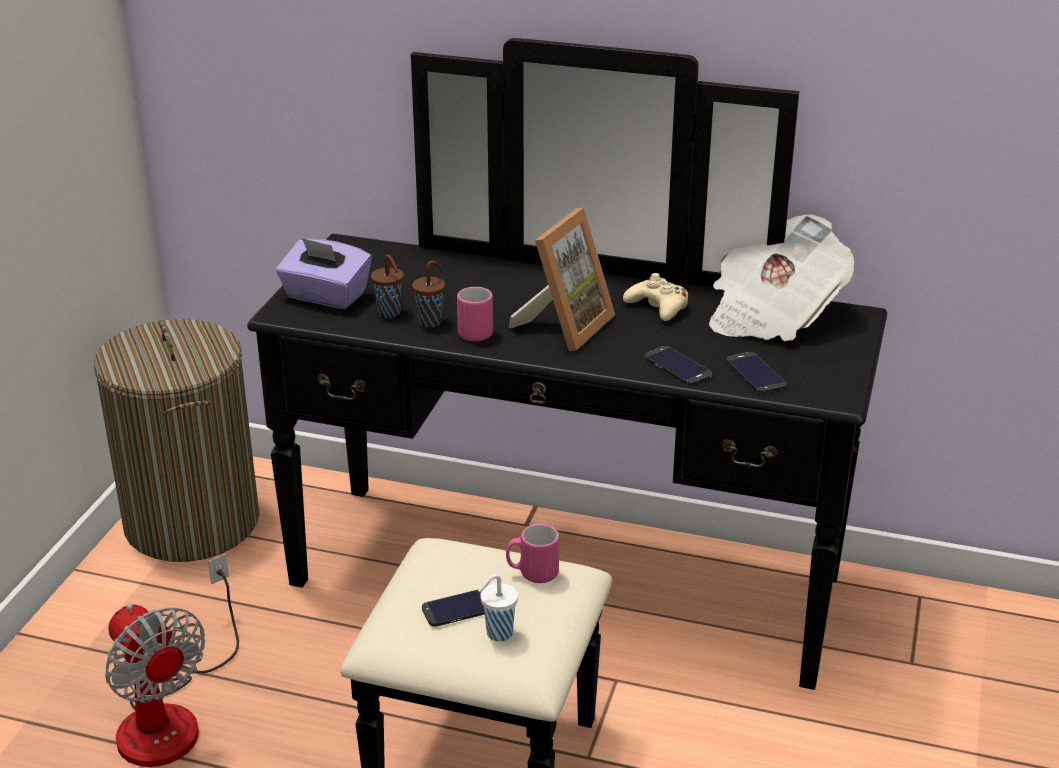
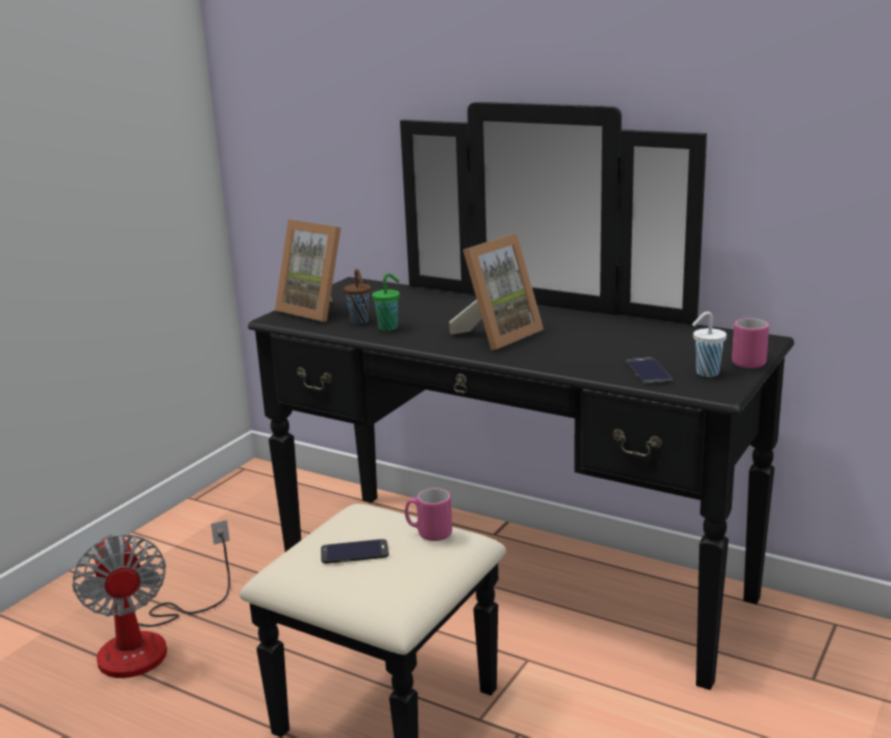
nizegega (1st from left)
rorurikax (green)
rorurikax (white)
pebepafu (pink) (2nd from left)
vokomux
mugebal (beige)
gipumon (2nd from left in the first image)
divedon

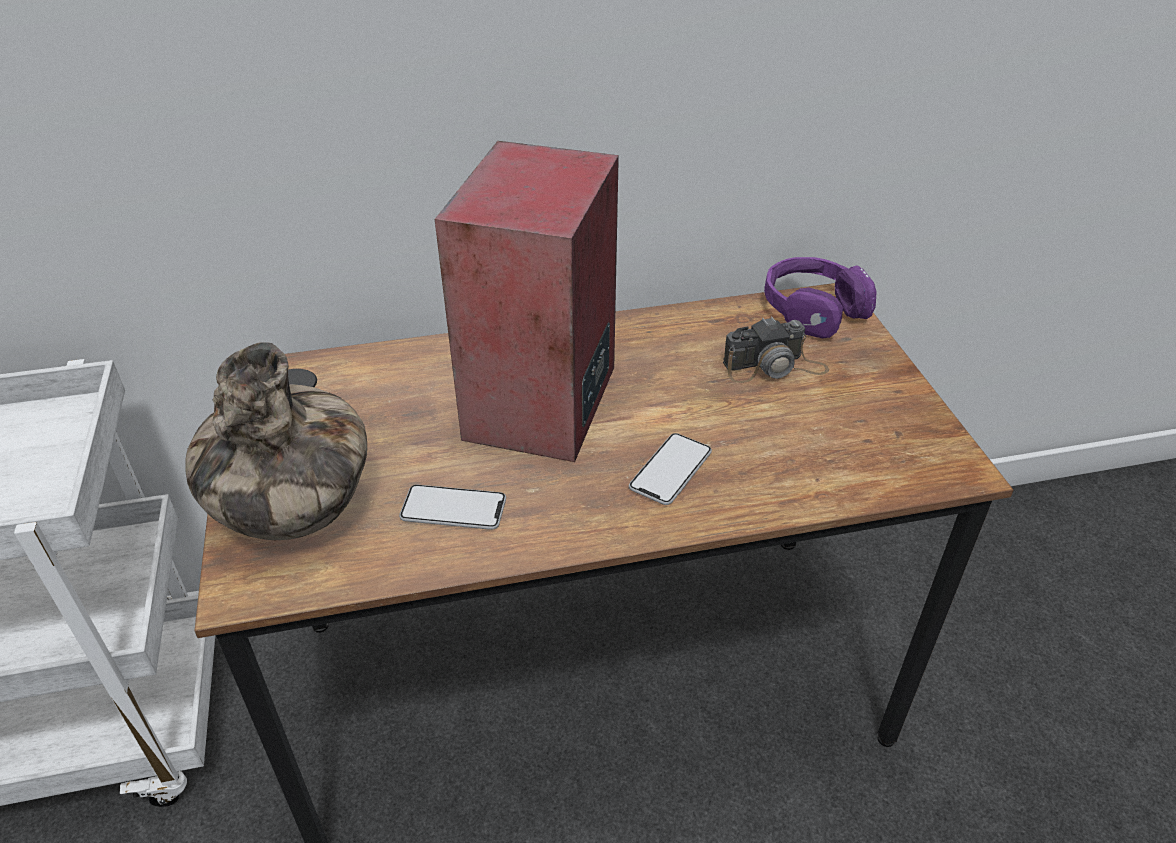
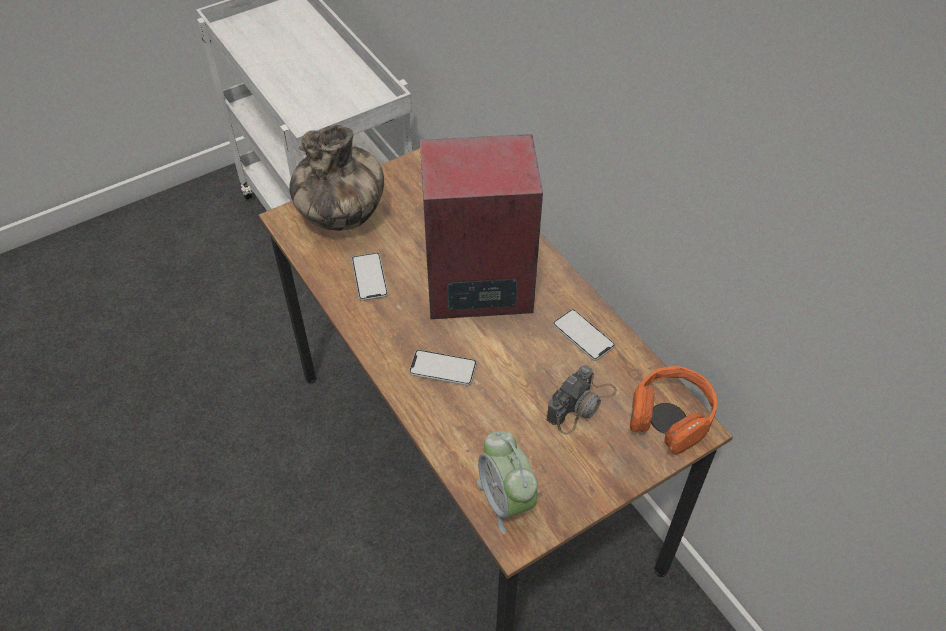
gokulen
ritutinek
gipumon (3rd from left)
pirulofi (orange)

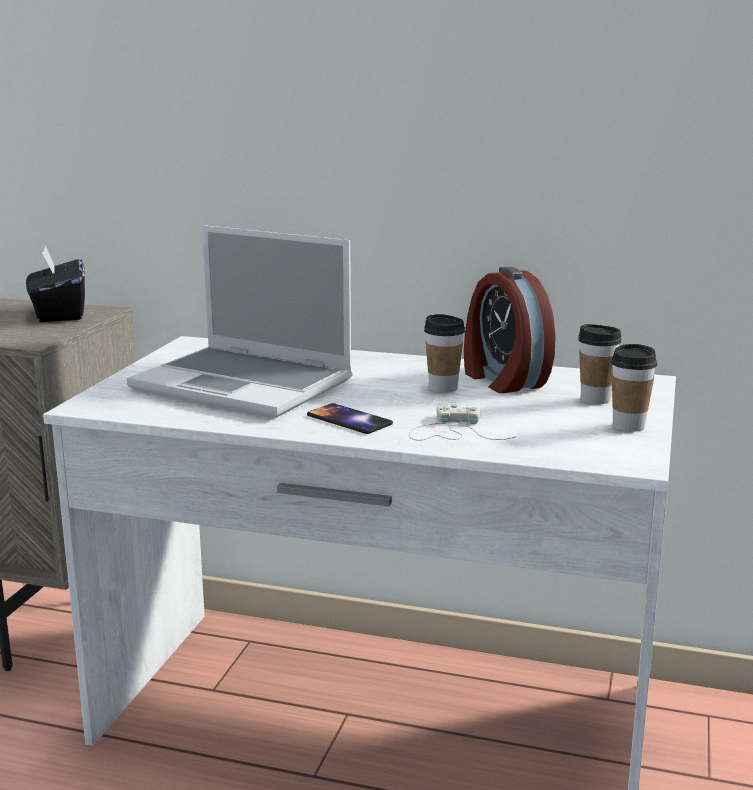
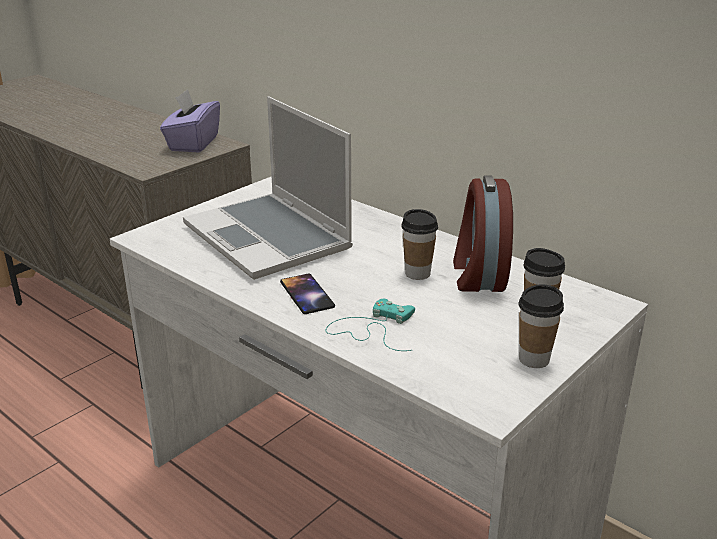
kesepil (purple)
mugebal (turquoise)

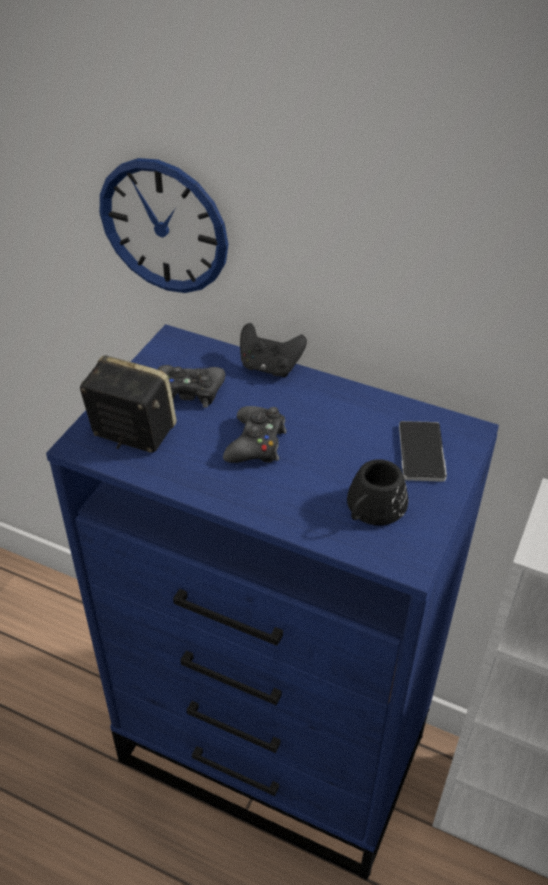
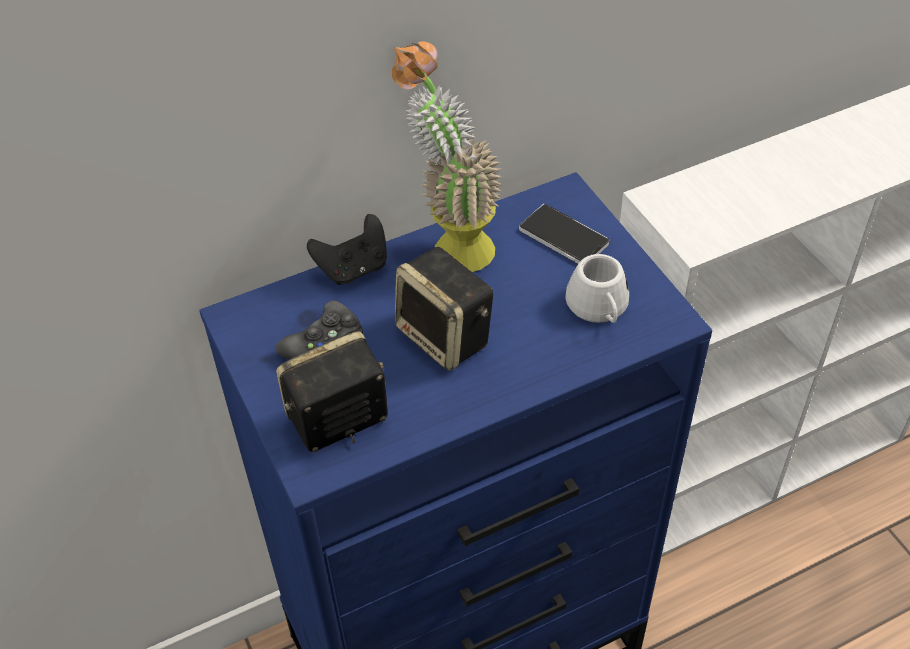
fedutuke
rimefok (2nd from left)
pebepafu (white)
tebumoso

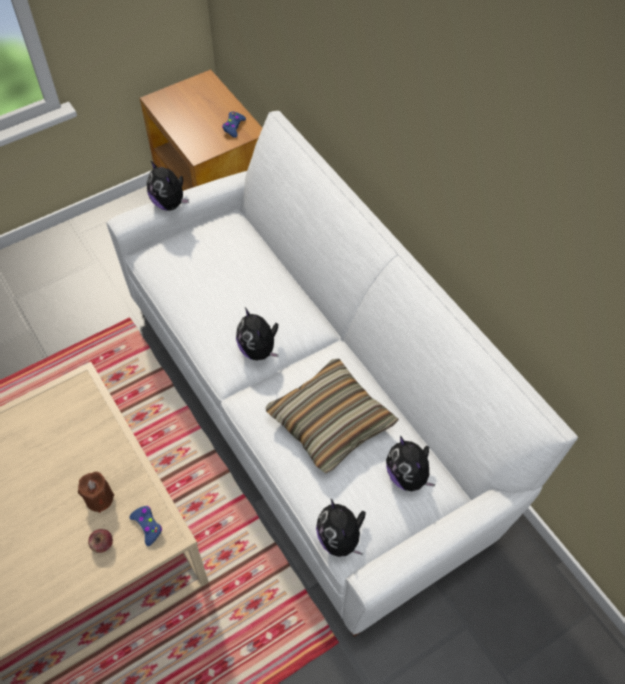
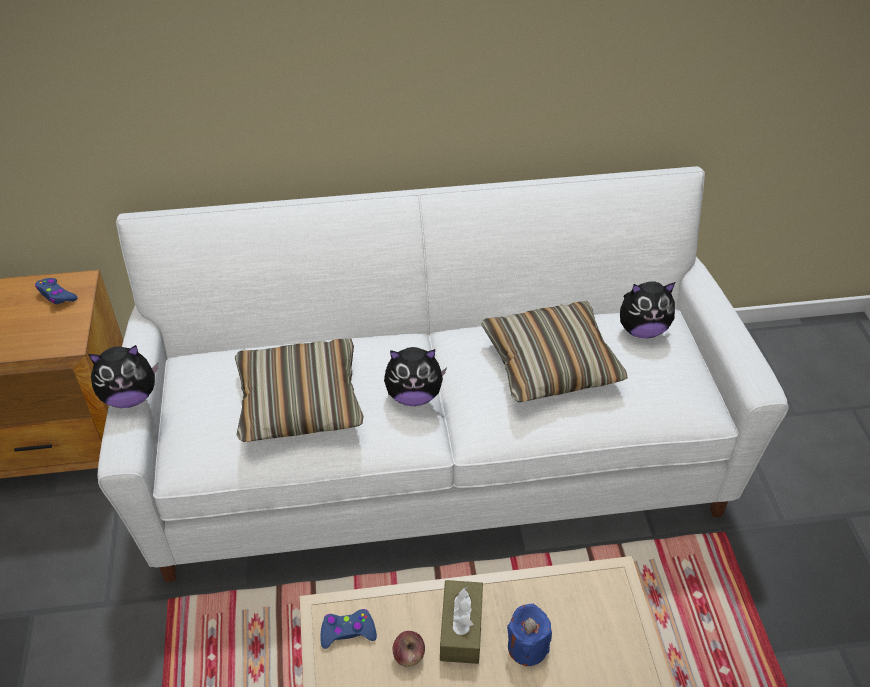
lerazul (1st from left)
mugebal (blue) (2nd from left)
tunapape
kesepil (brown)
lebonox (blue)
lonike (3rd from left in the first image)

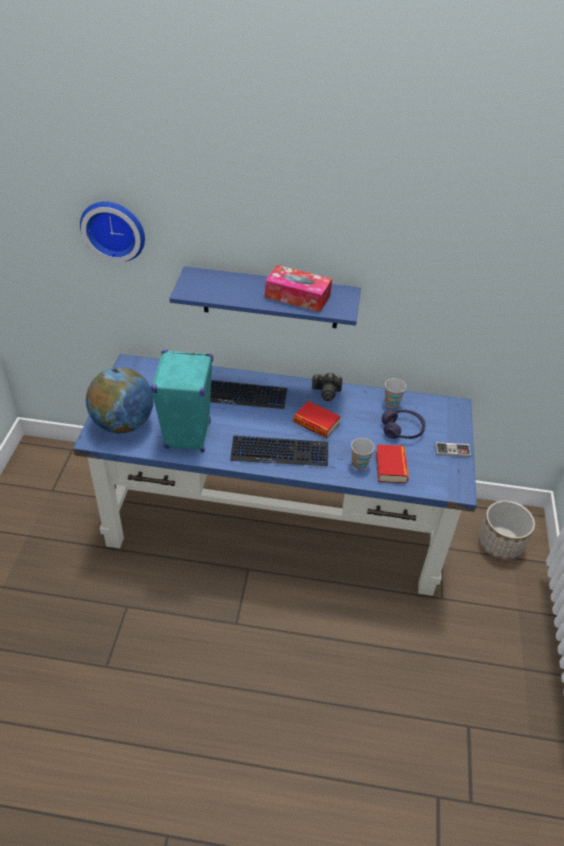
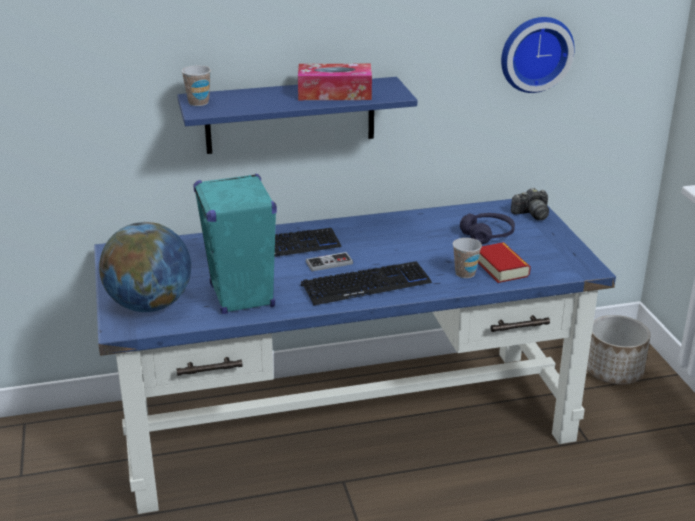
rorurikax (1st from left)
mugebal
tebumoso
ritutinek
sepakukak (1st from left in the first image)

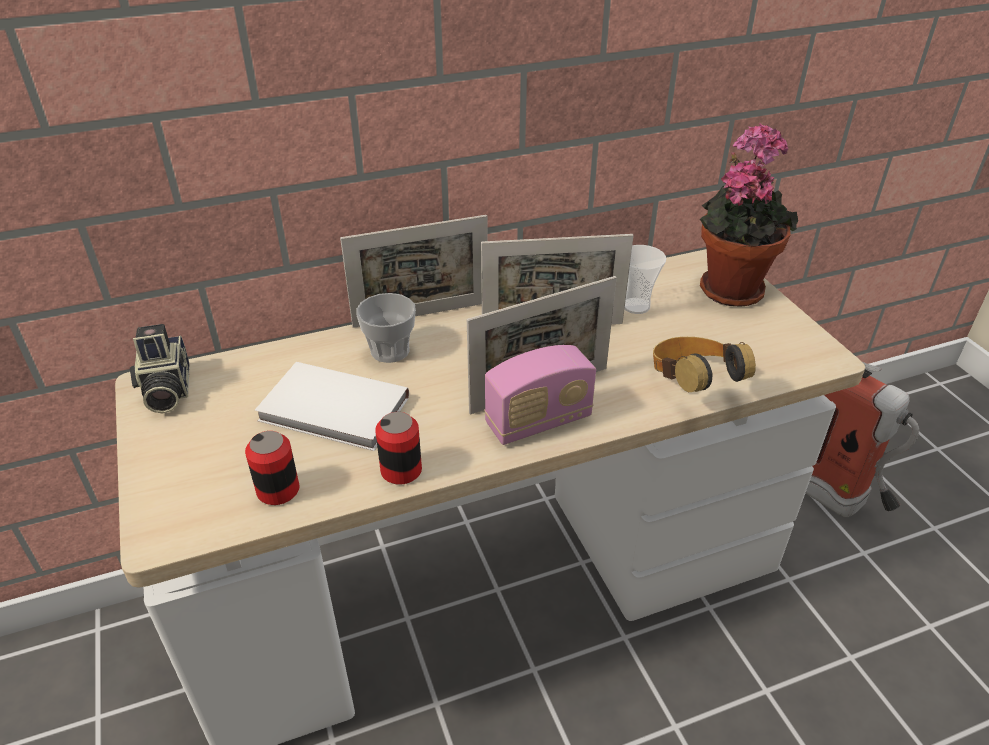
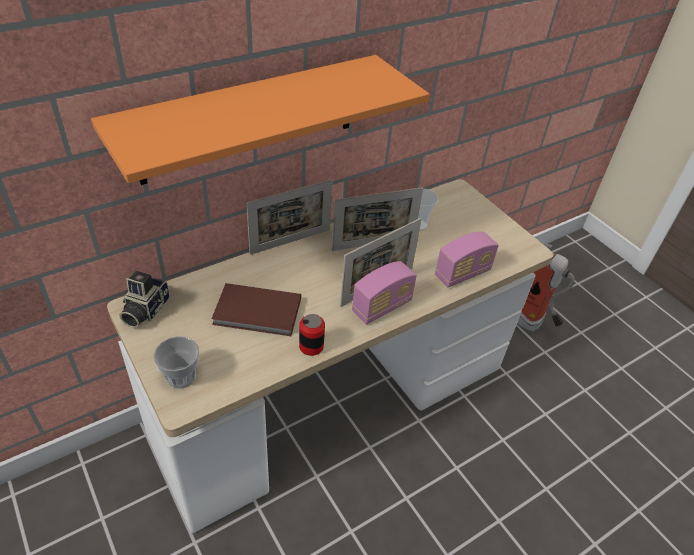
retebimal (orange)
ritutinek
rorurikax (1st from left)
sepakukak (brown)
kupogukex (2nd from left)
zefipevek (1st from left in the first image)
fedutuke

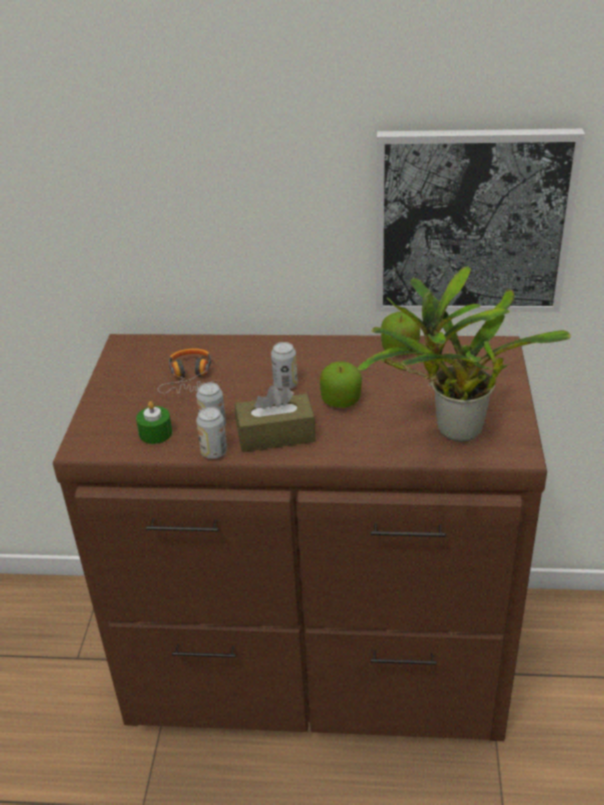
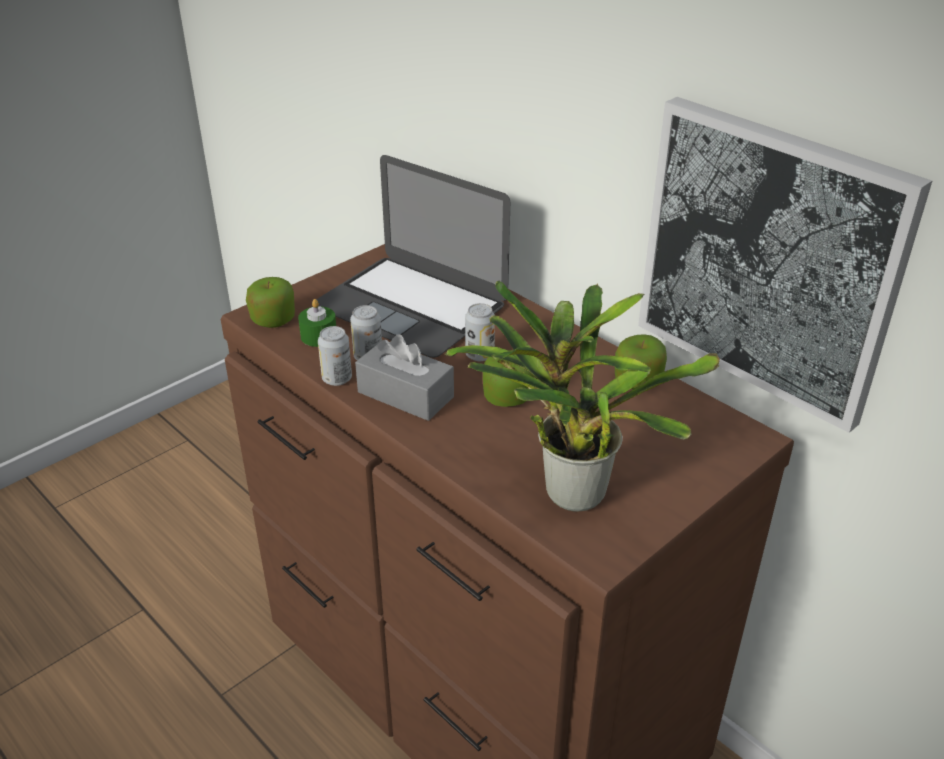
tunapape (1st from left)
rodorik
kesepil (grey)

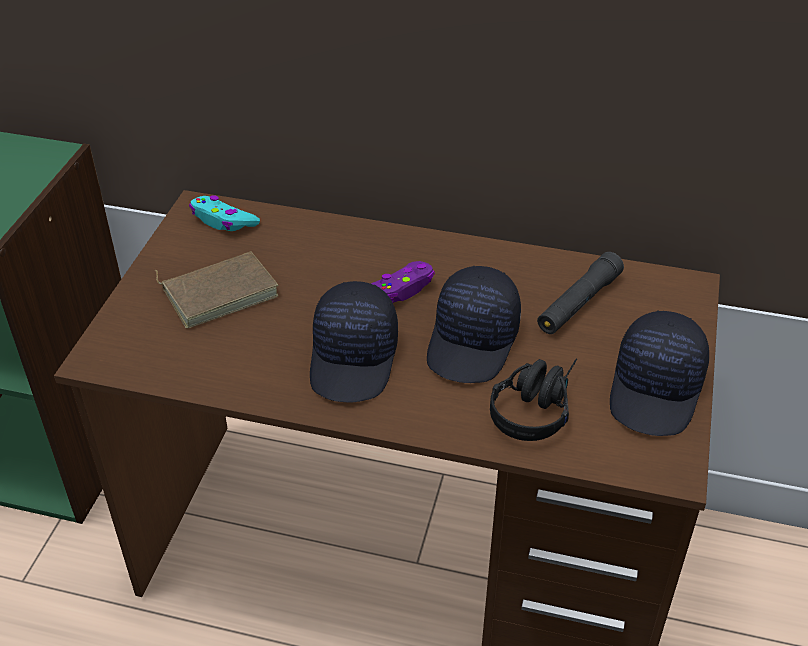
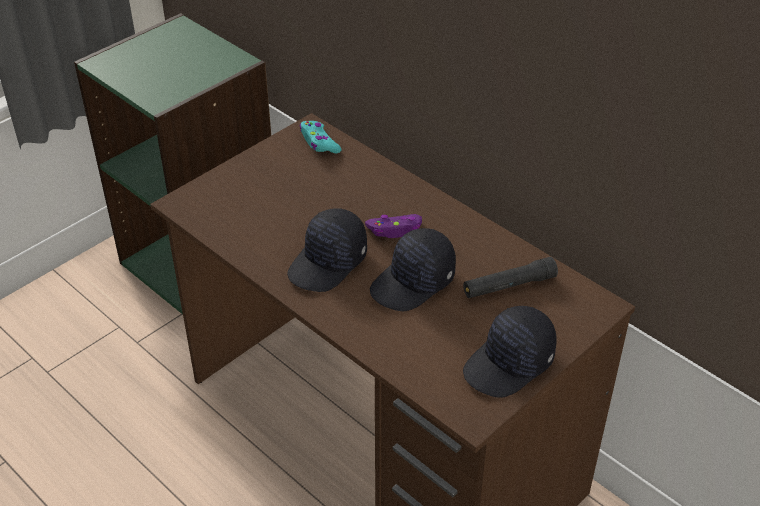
sepakukak (brown)
pirulofi (black)

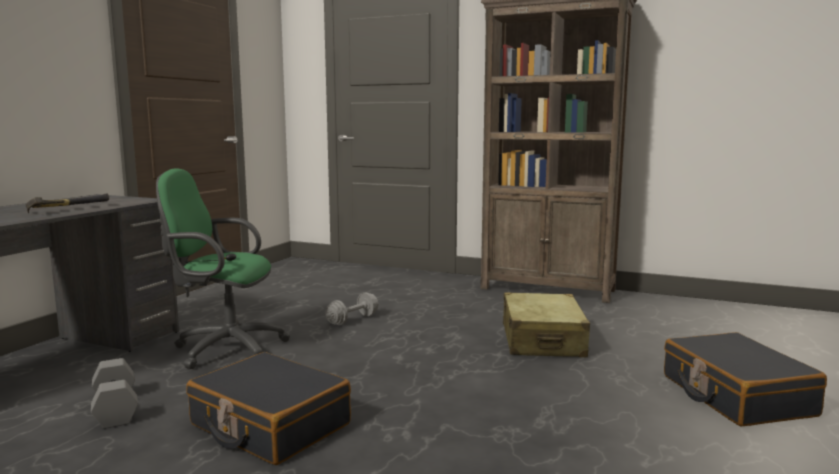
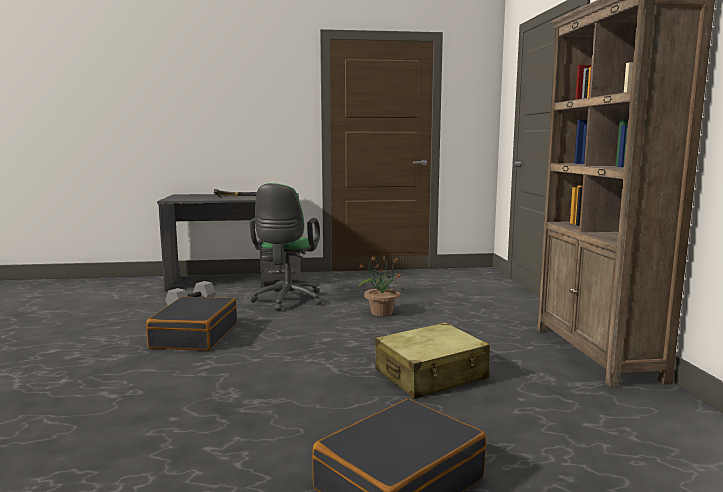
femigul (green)
fedutuke

